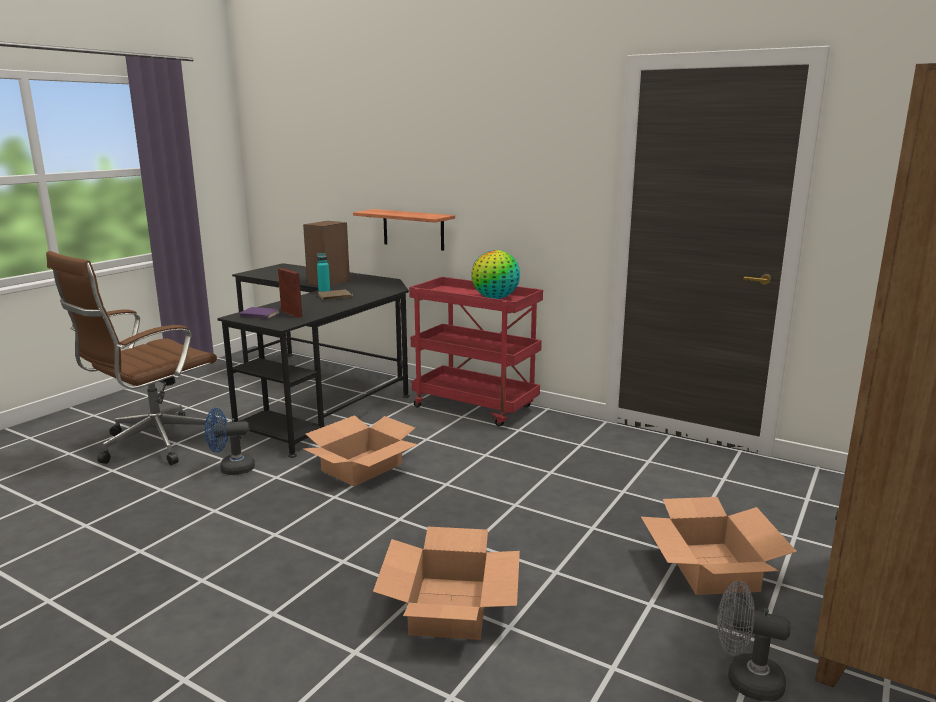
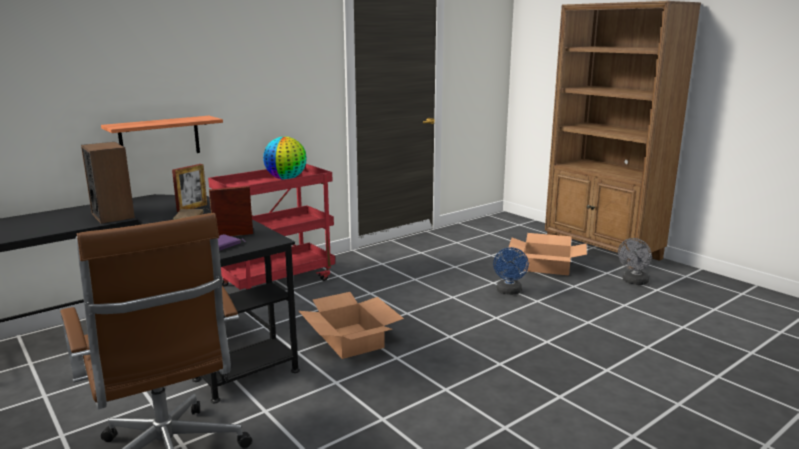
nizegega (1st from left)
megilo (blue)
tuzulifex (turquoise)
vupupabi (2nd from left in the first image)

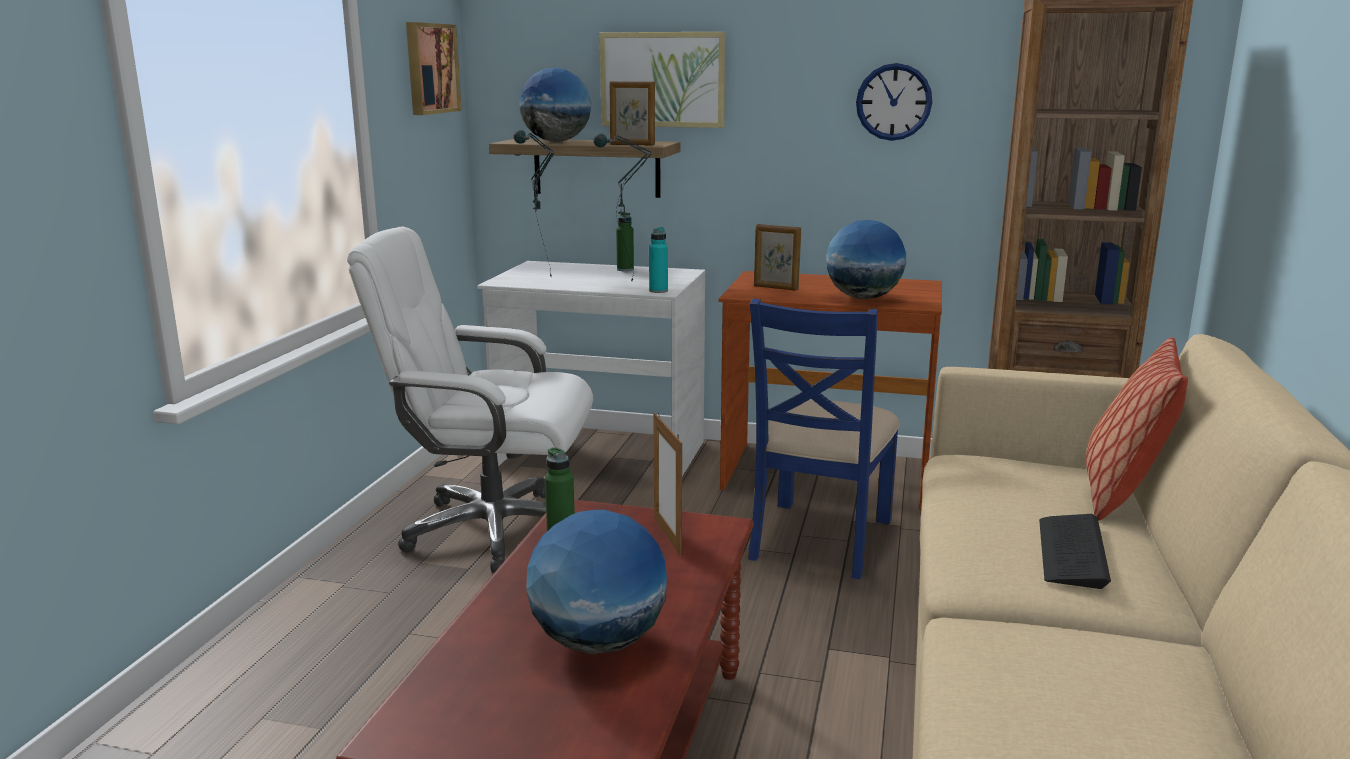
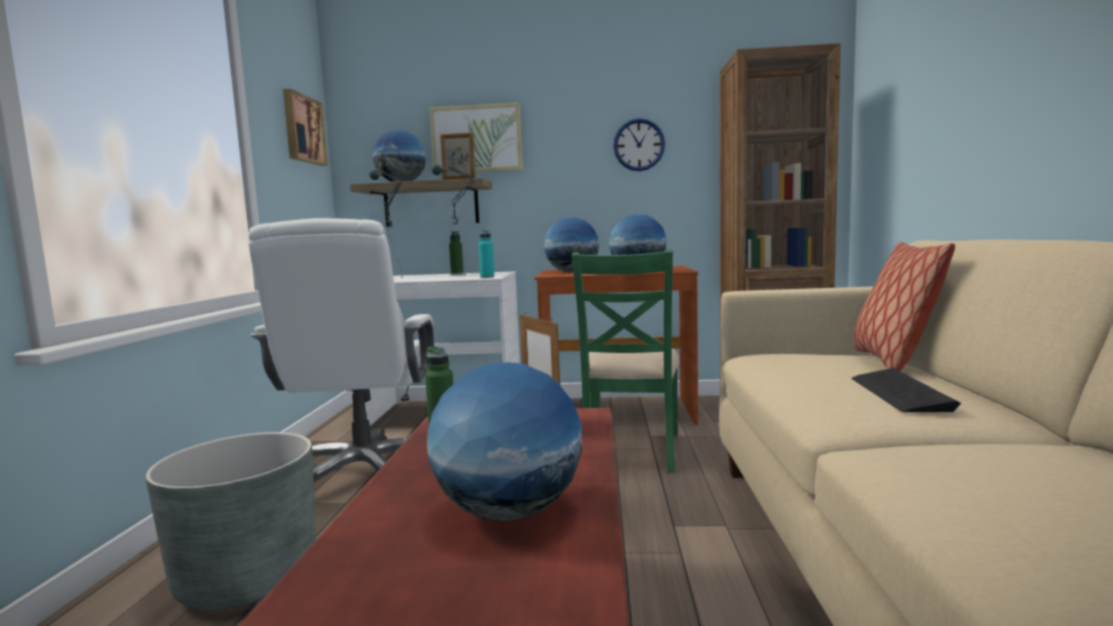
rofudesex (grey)
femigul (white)
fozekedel (3rd from left)
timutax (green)

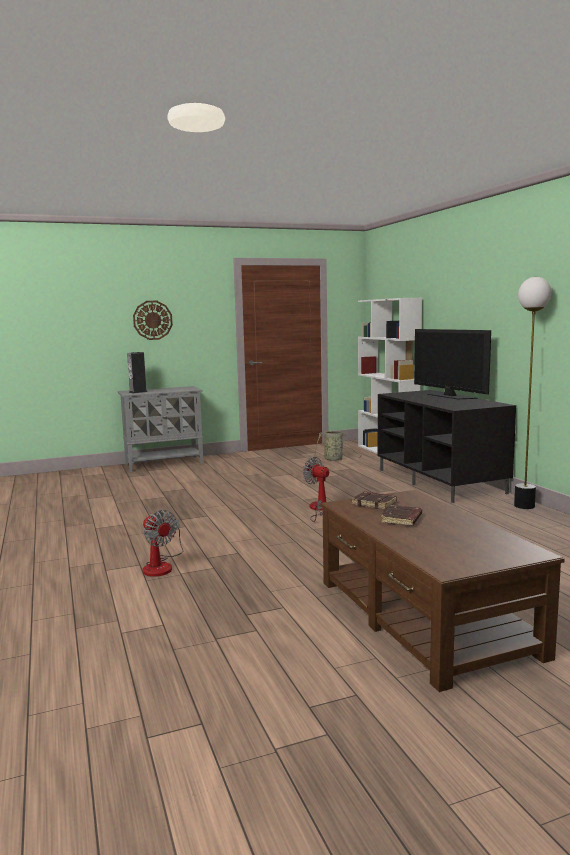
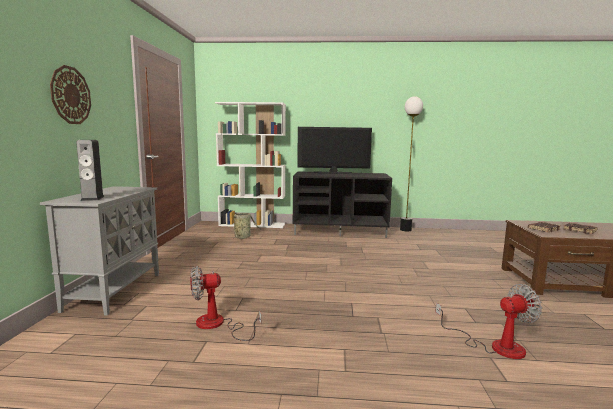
megilo (1st from left)

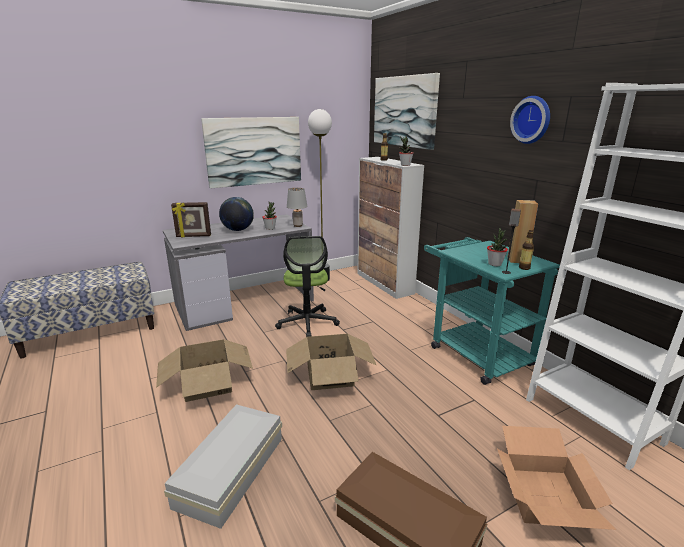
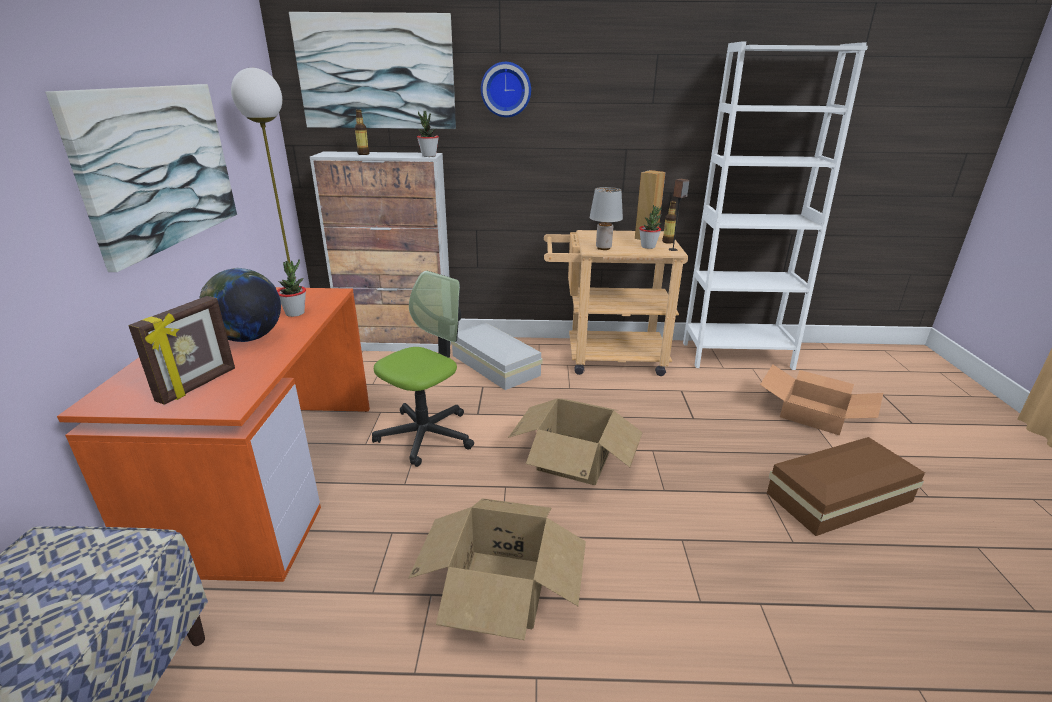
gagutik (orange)
femigul
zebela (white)
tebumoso
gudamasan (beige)
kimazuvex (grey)

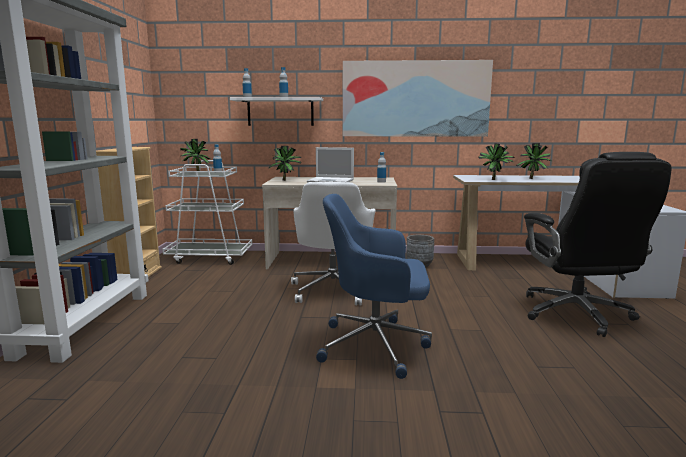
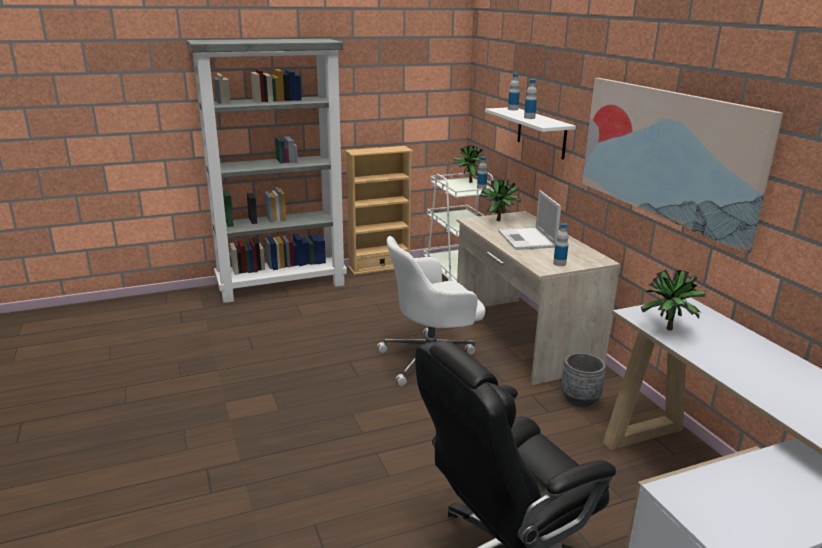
femigul (blue)
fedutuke (4th from left in the first image)

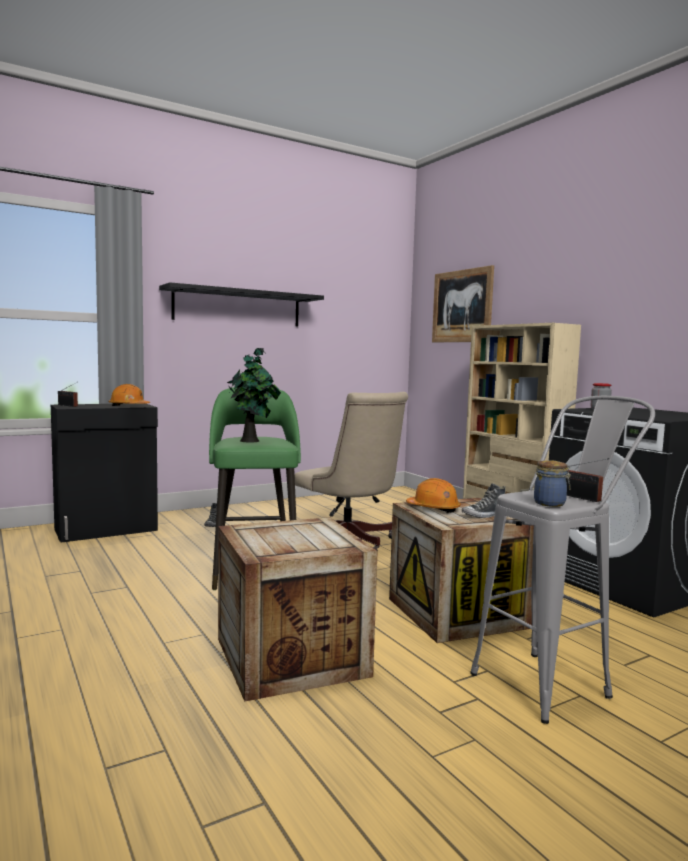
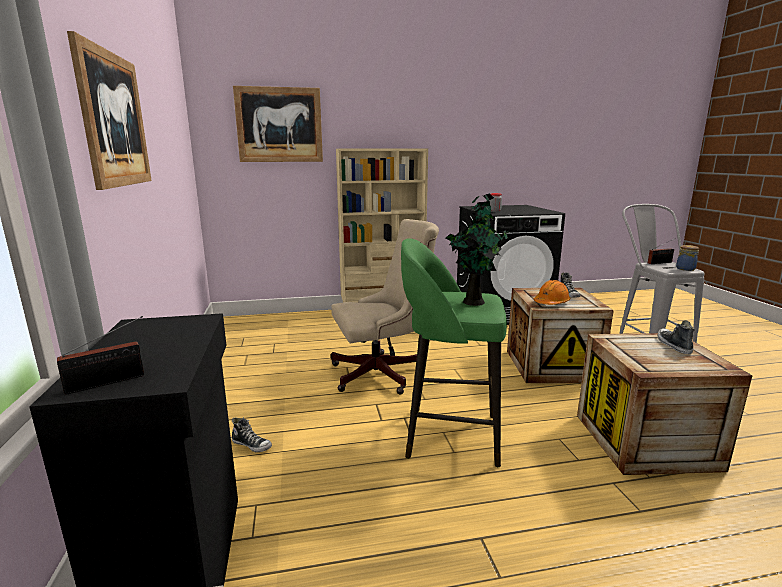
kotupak (1st from left)
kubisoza (3rd from left)
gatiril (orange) (1st from left in the first image)

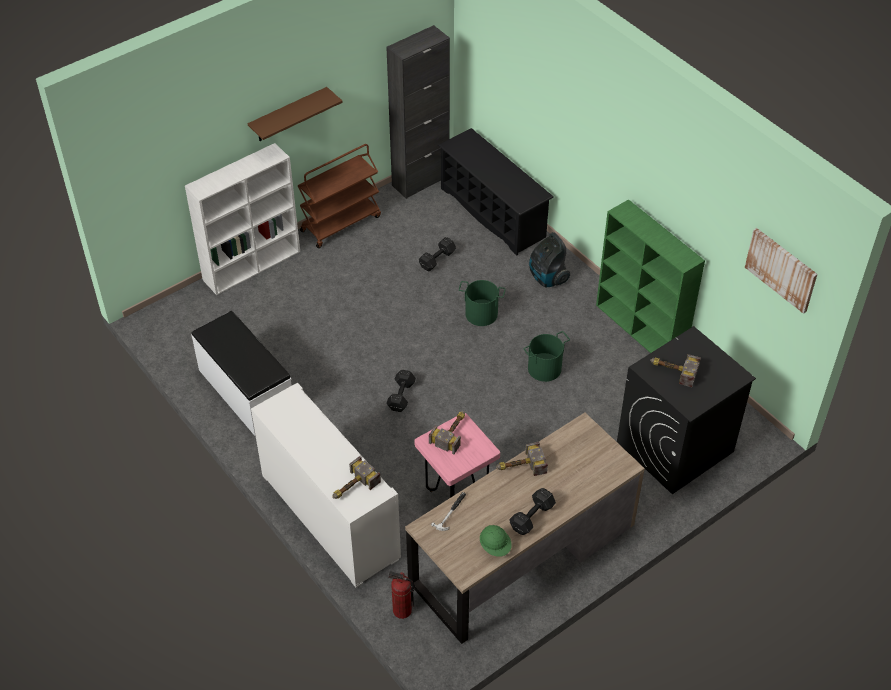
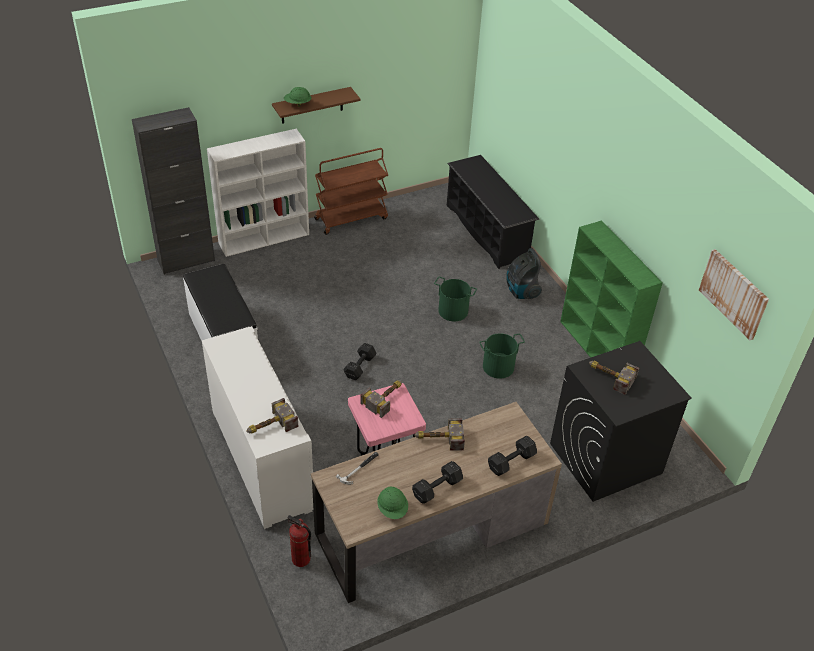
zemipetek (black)
gatiril (green) (1st from left)
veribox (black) (3rd from left)

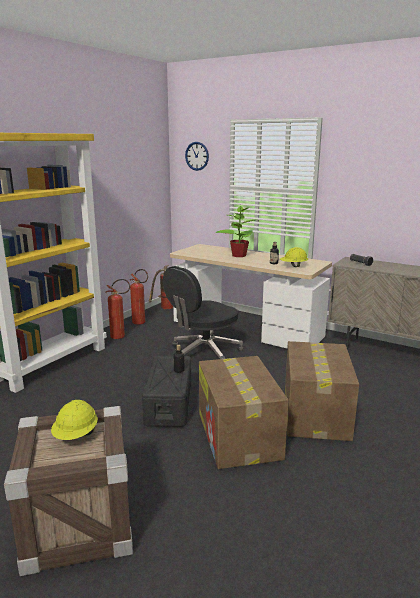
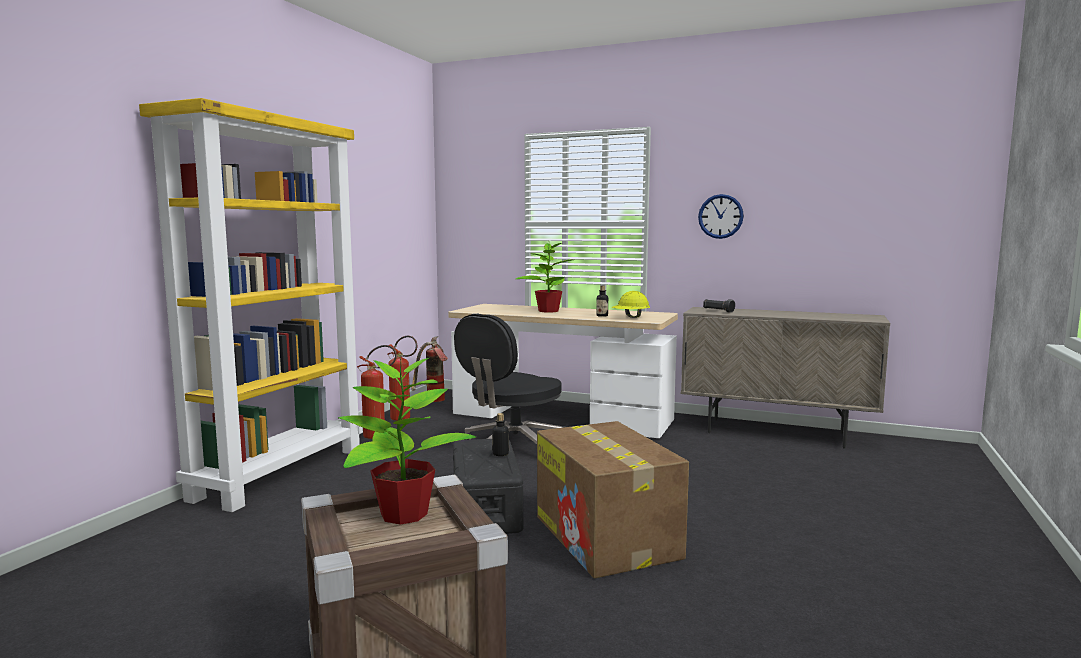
fedutuke (1st from left)
tebumoso
vupupabi (2nd from left in the first image)

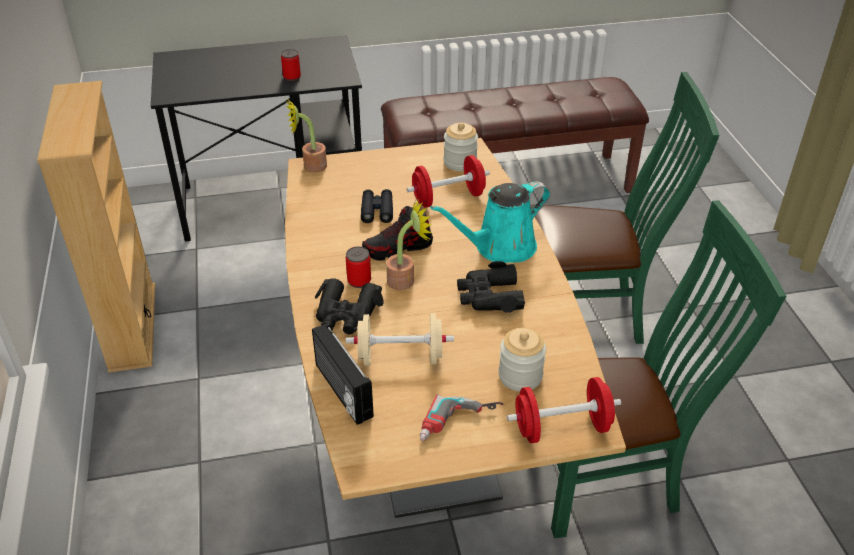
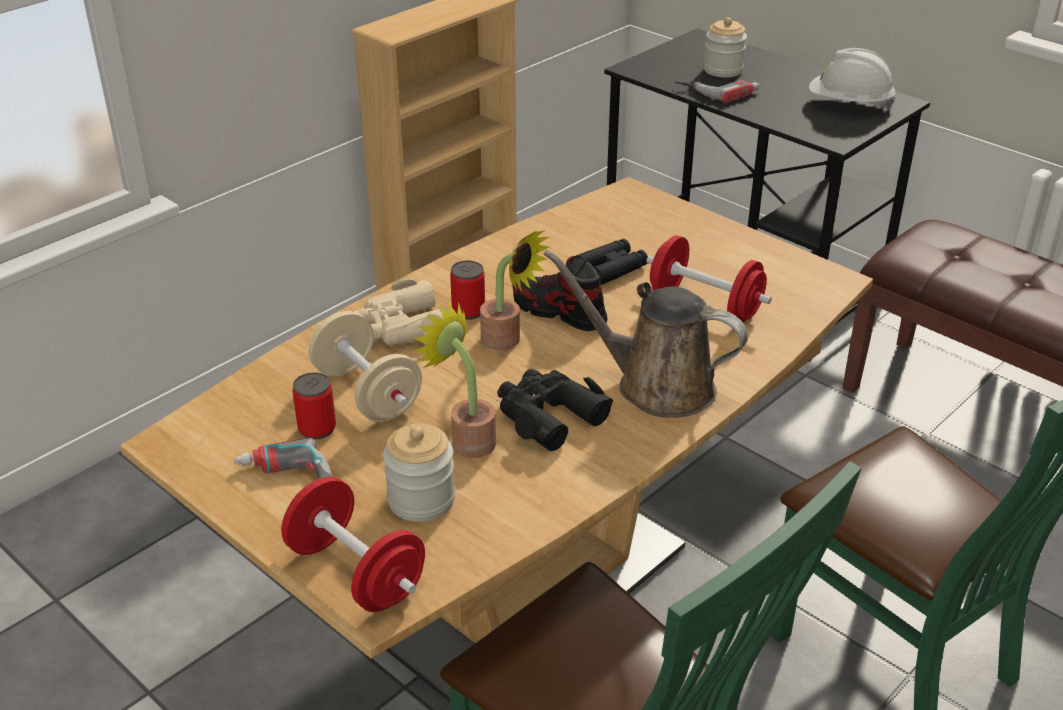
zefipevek (1st from left)
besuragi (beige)
fedutuke (1st from left)
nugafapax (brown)
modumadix (2nd from left)
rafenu (2nd from left)
gatiril (white)
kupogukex

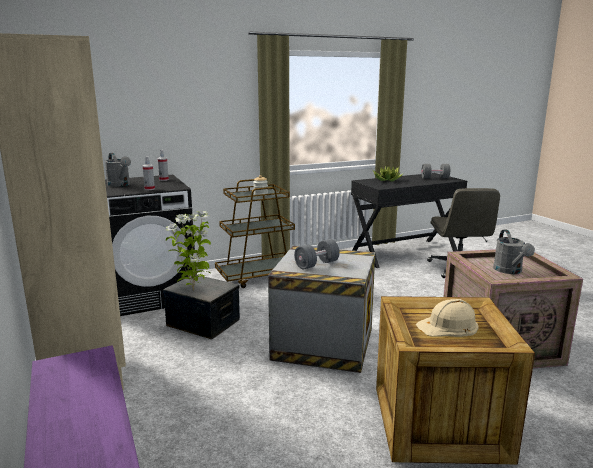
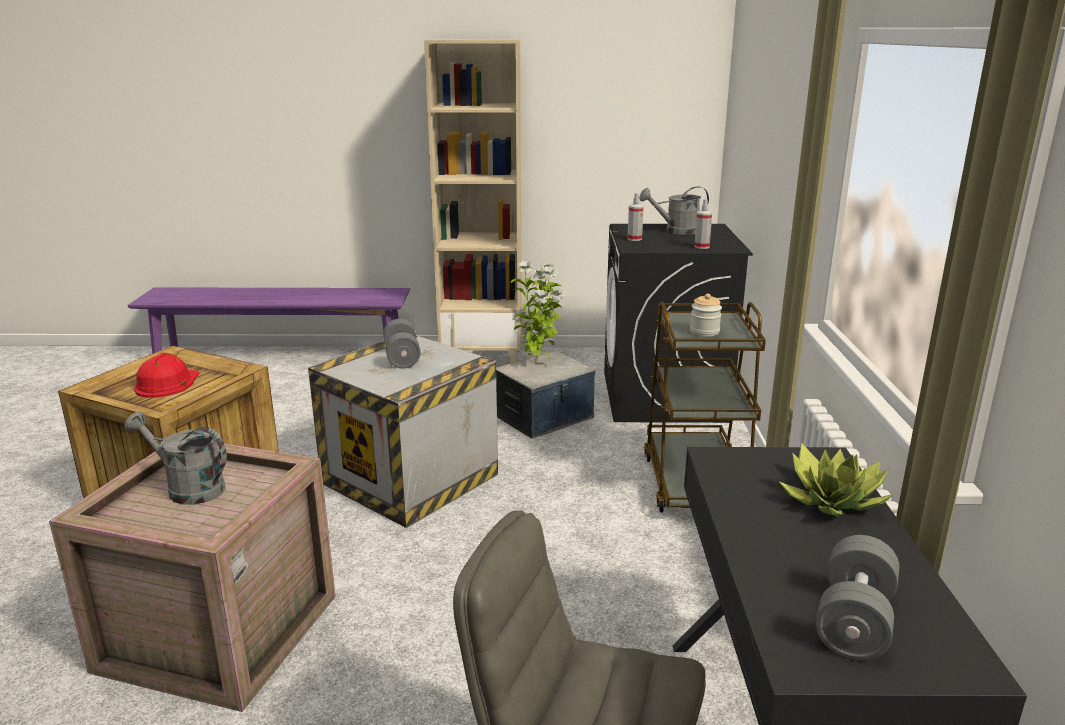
gatiril (red)

